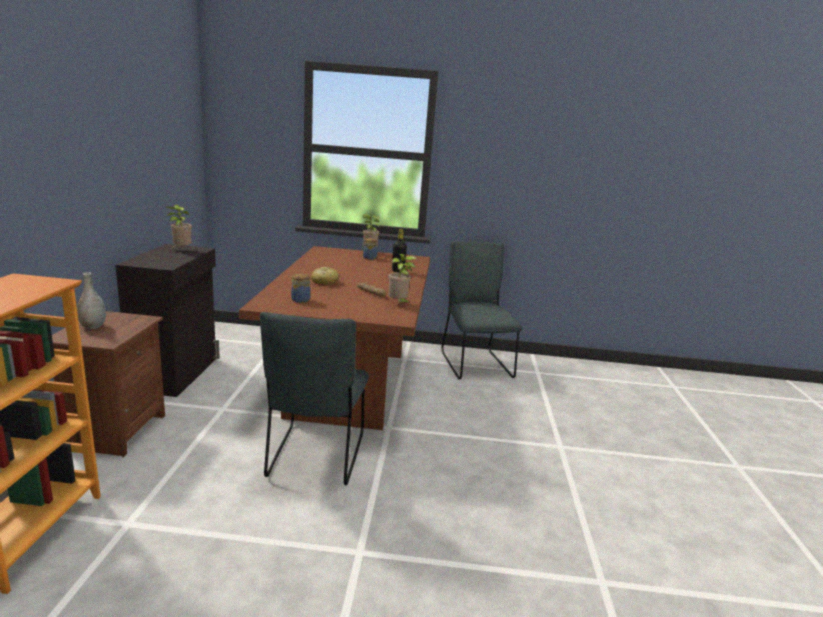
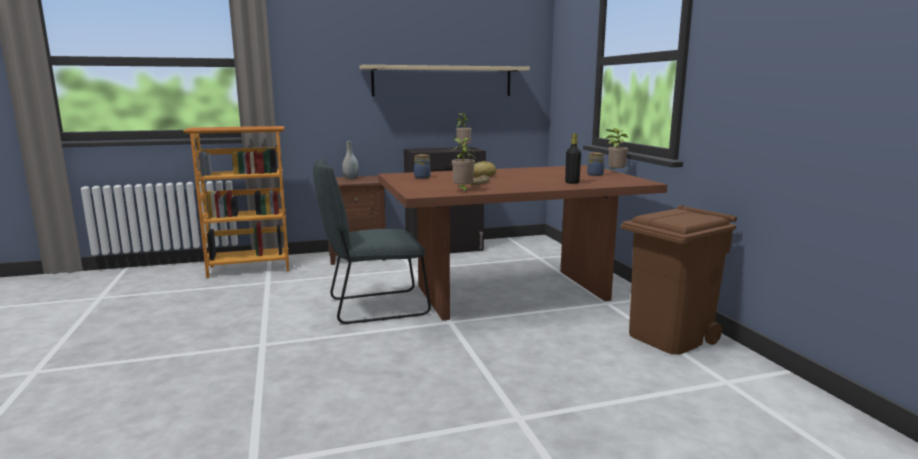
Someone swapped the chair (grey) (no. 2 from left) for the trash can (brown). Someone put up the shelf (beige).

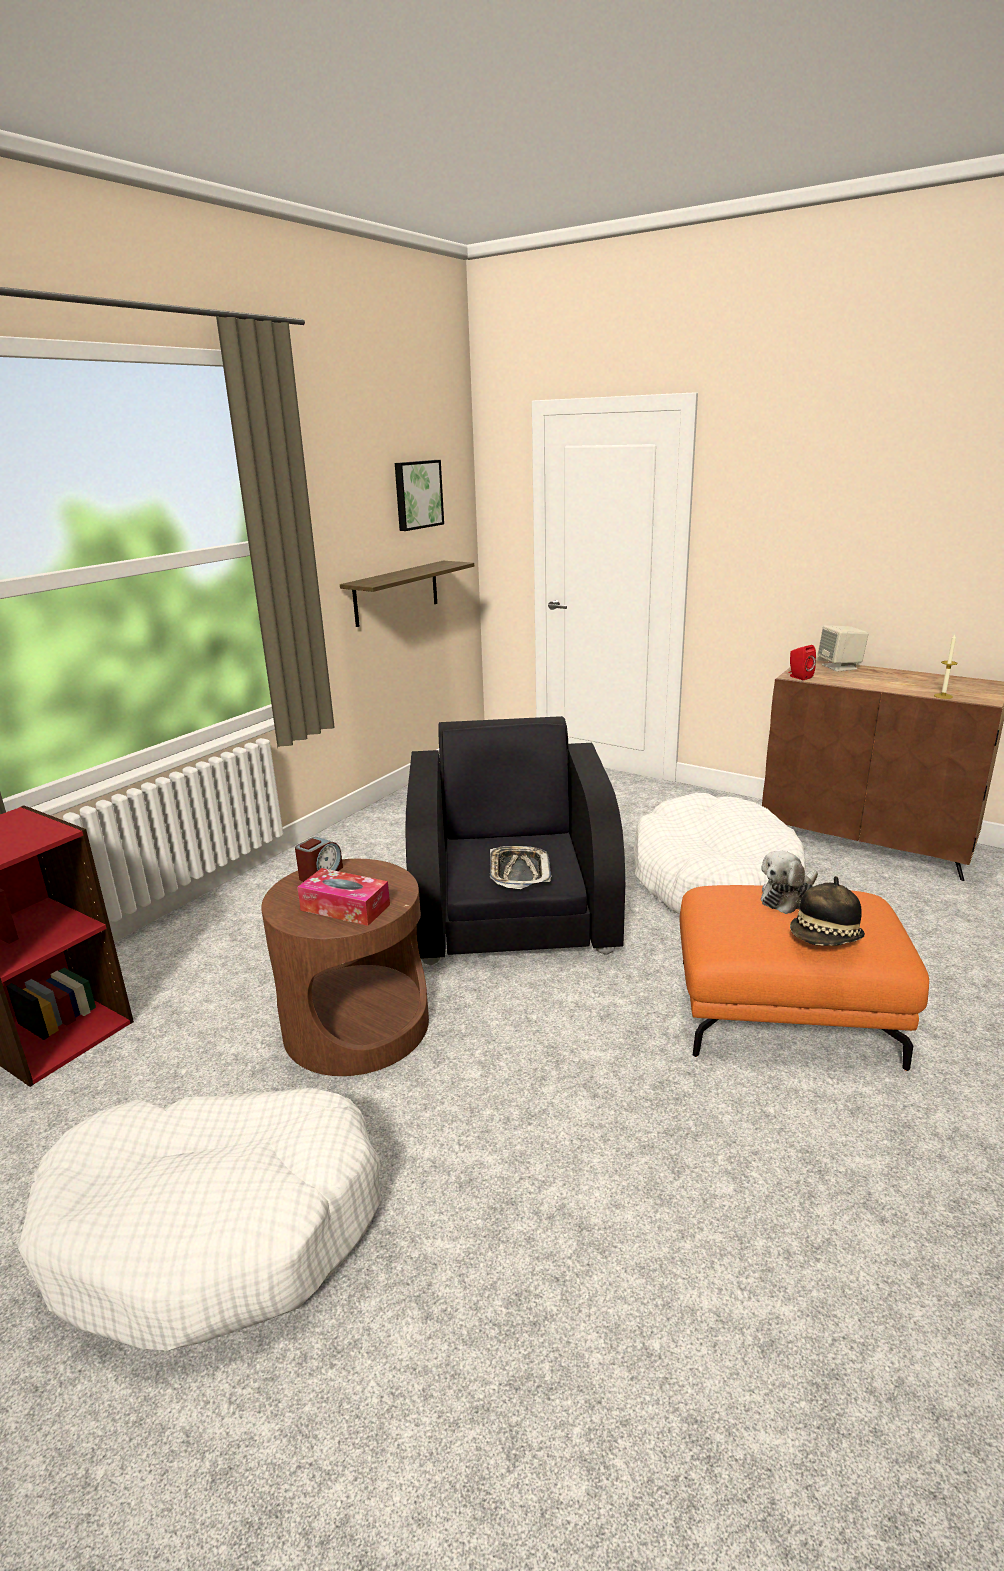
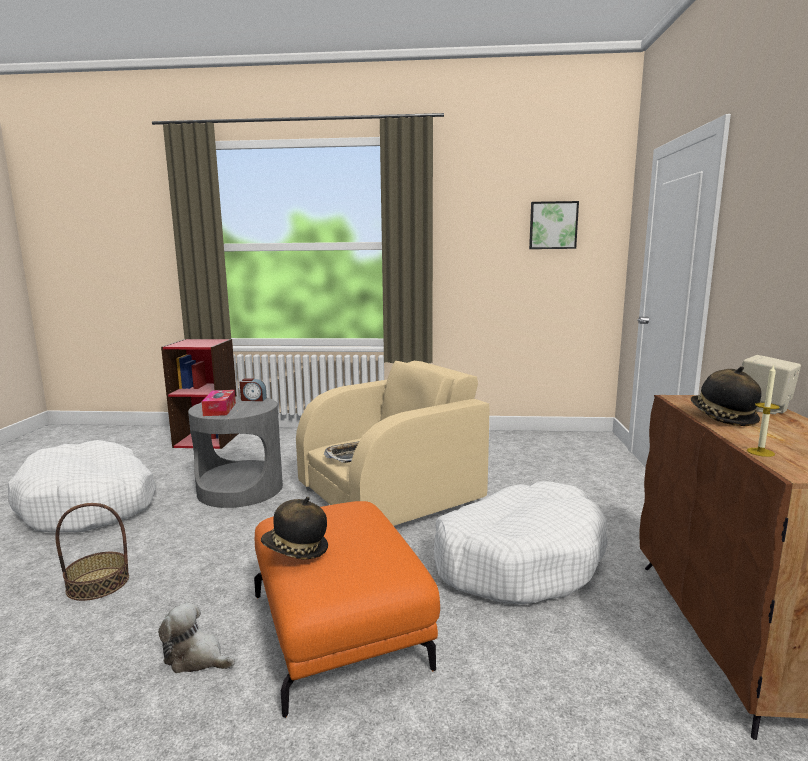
Someone repainted the side table (brown), which became the side table (grey). Someone took away the shelf. Someone repainted the armchair (black), which became the armchair (beige). Someone carried the plush toy. Someone took away the speaker (red). Someone put down the basket. Someone put down the hat (no. 2 from left).

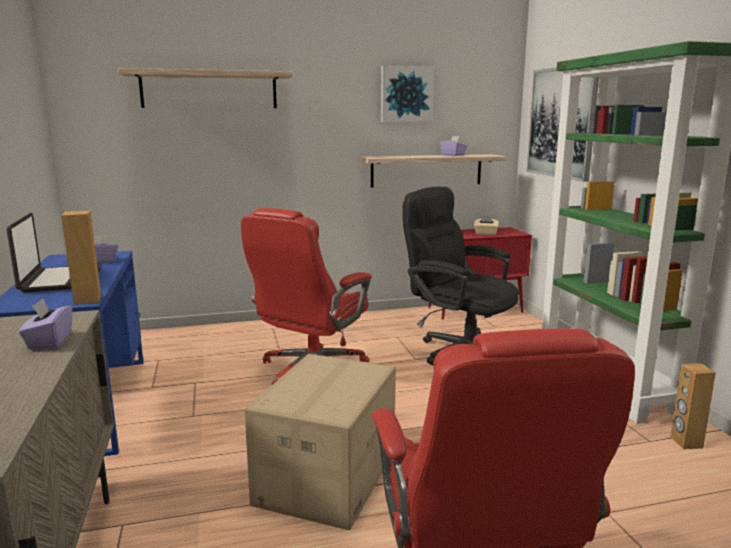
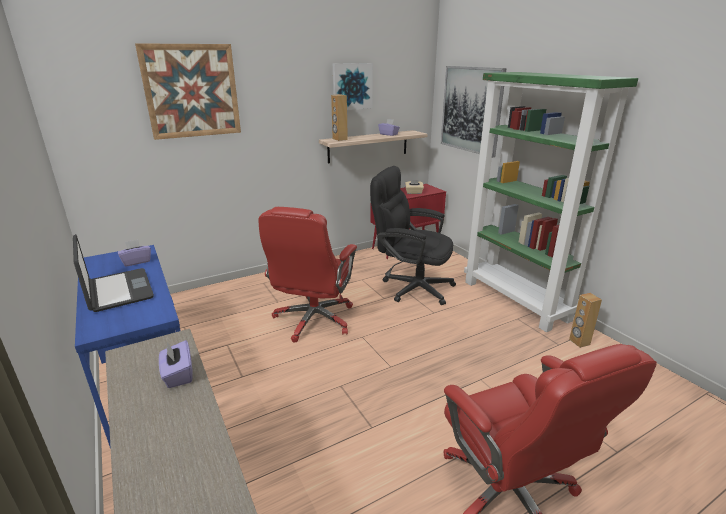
Someone carried the speaker (brown) (no. 1 from left). Someone swapped the shelf (no. 1 from left) for the picture (no. 1 from left). Someone took away the cardboard box.

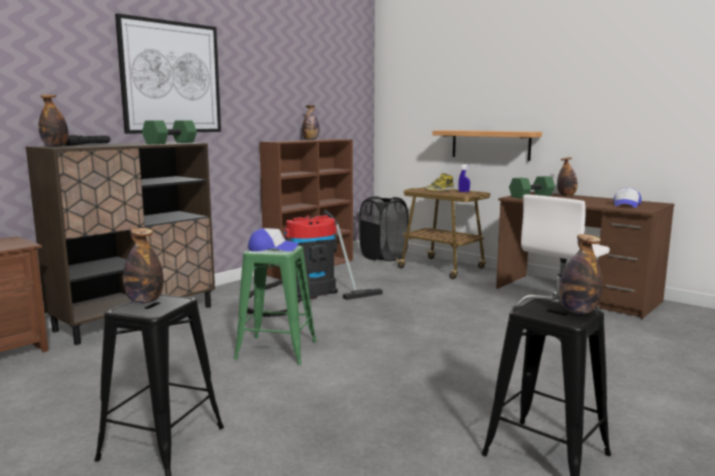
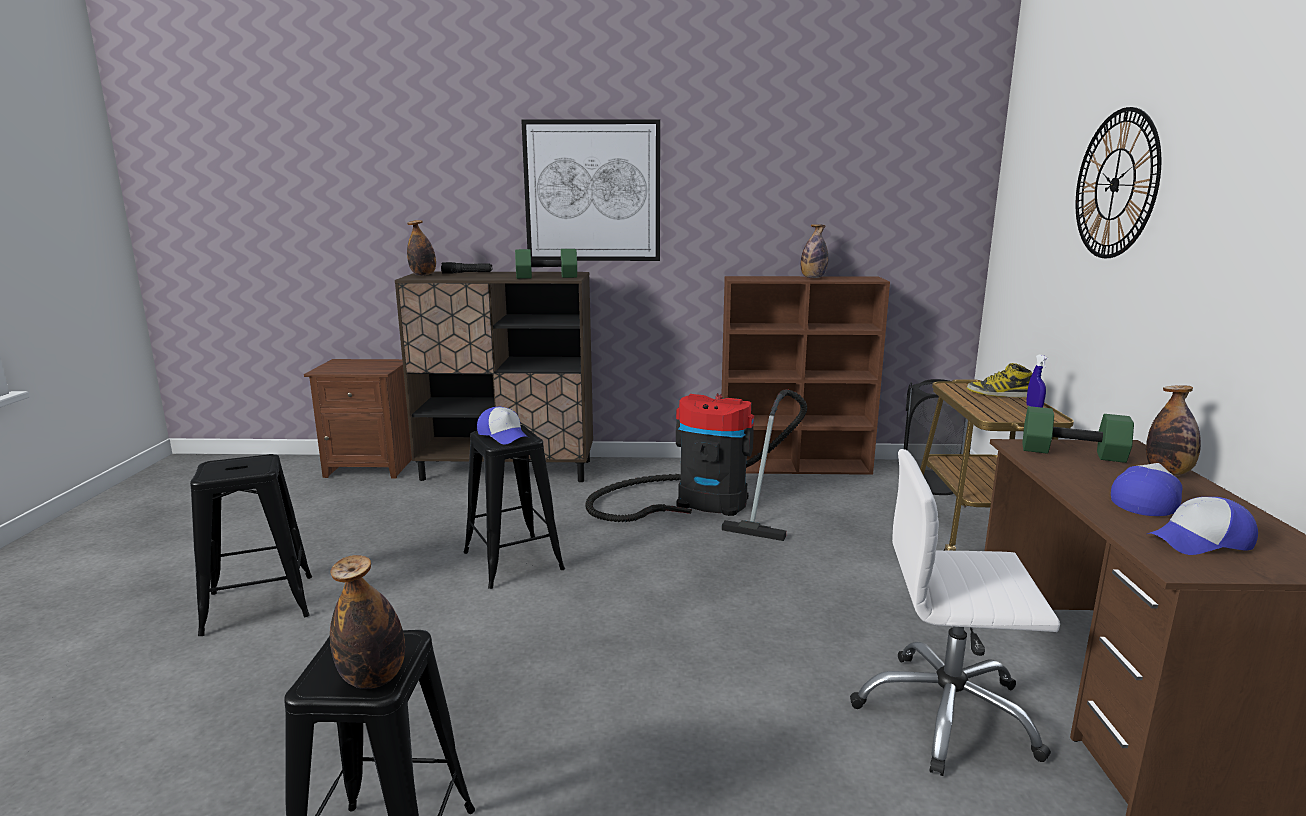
Someone took away the bottle (no. 2 from left). Someone repainted the stool (green), which became the stool (black) (no. 3 from left). Someone took away the shelf. Someone put up the wall clock. Someone put down the cap (no. 2 from left).

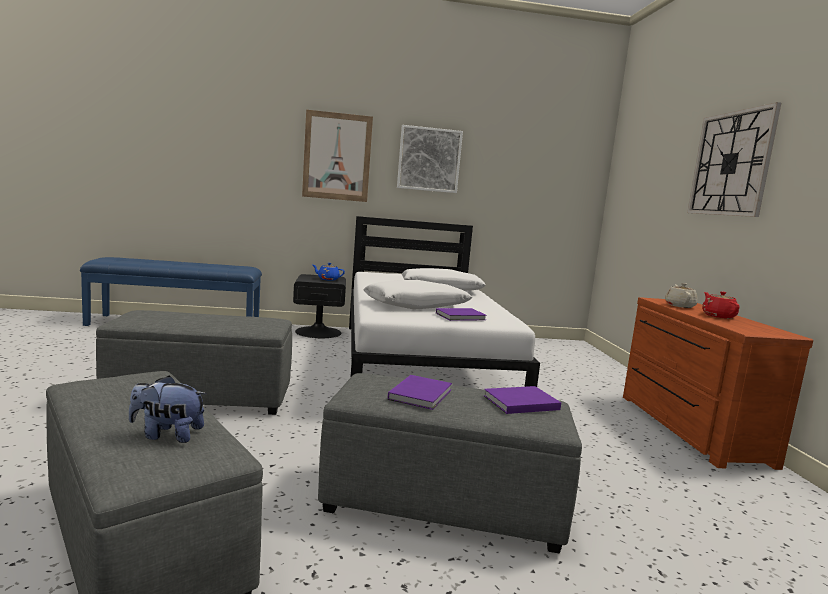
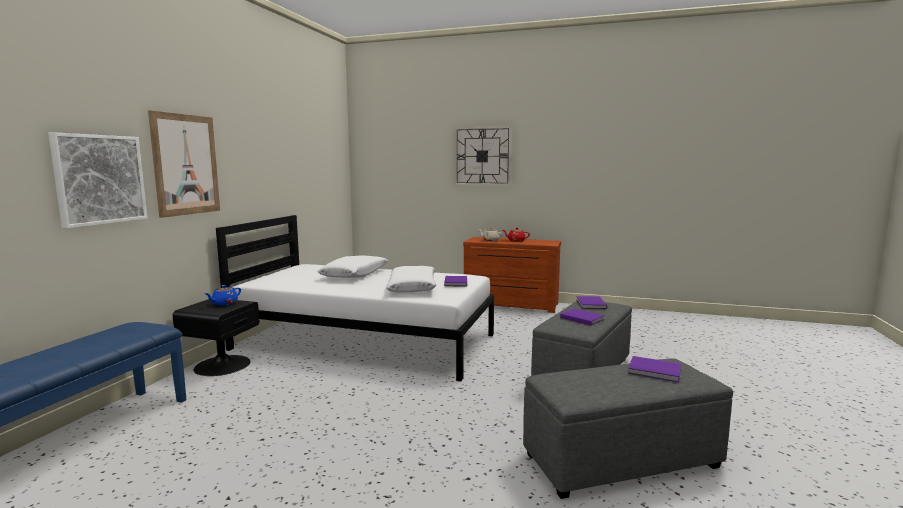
Someone took away the ottoman (grey) (no. 2 from left). Someone swapped the plush toy for the book (purple) (no. 4 from left). Someone carried the picture (no. 2 from left in the first image).

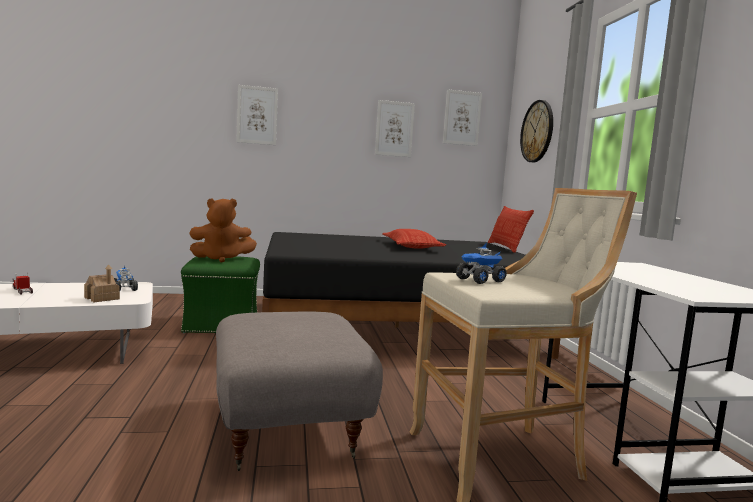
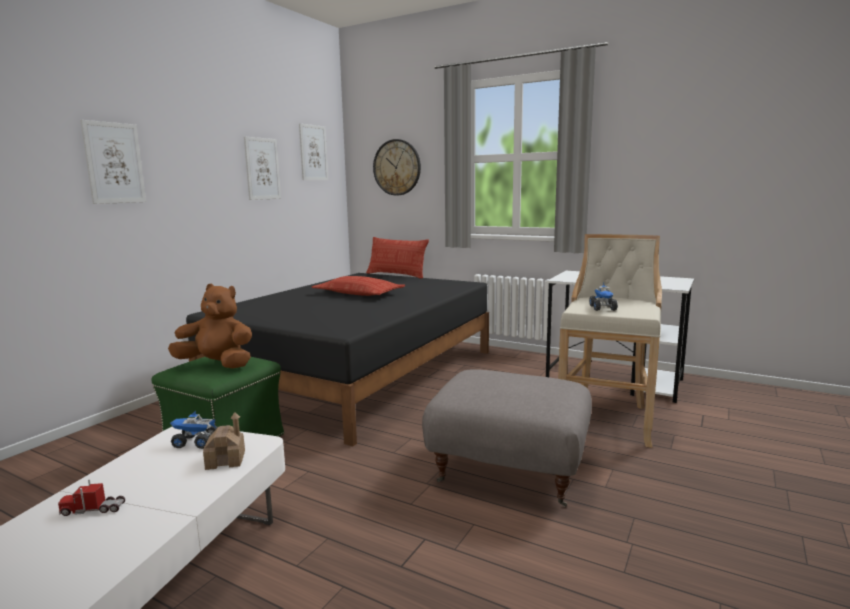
Someone rotated the plush toy (brown) by 105 degrees counterclockwise.

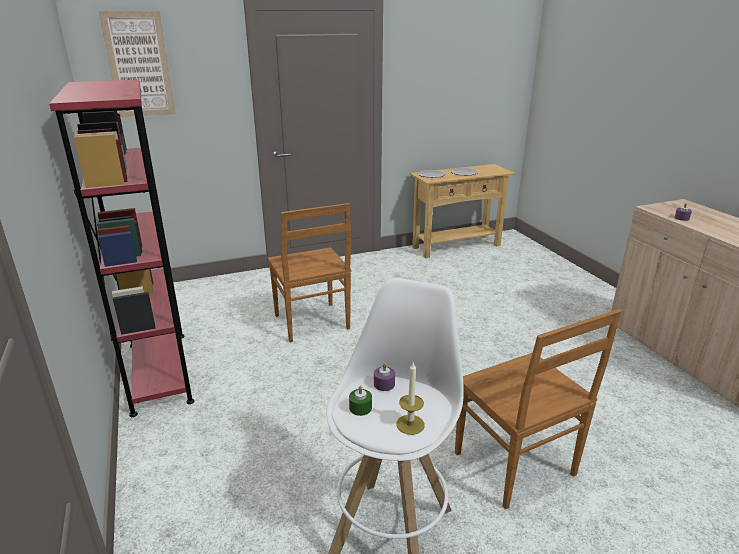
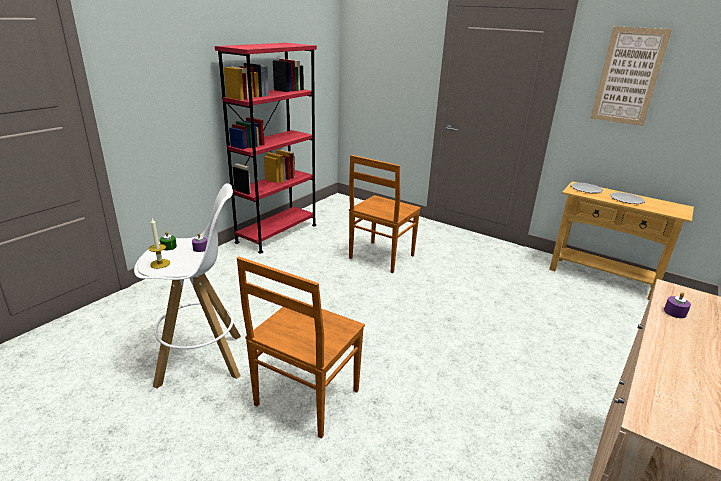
Someone carried the picture.

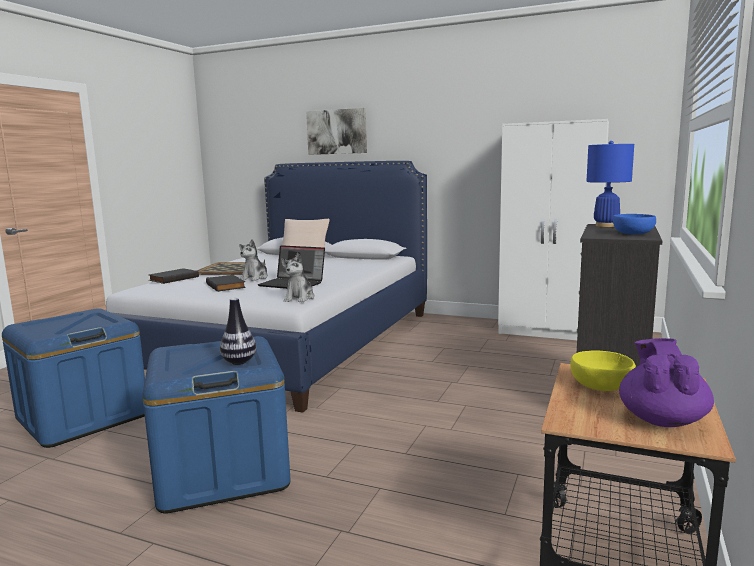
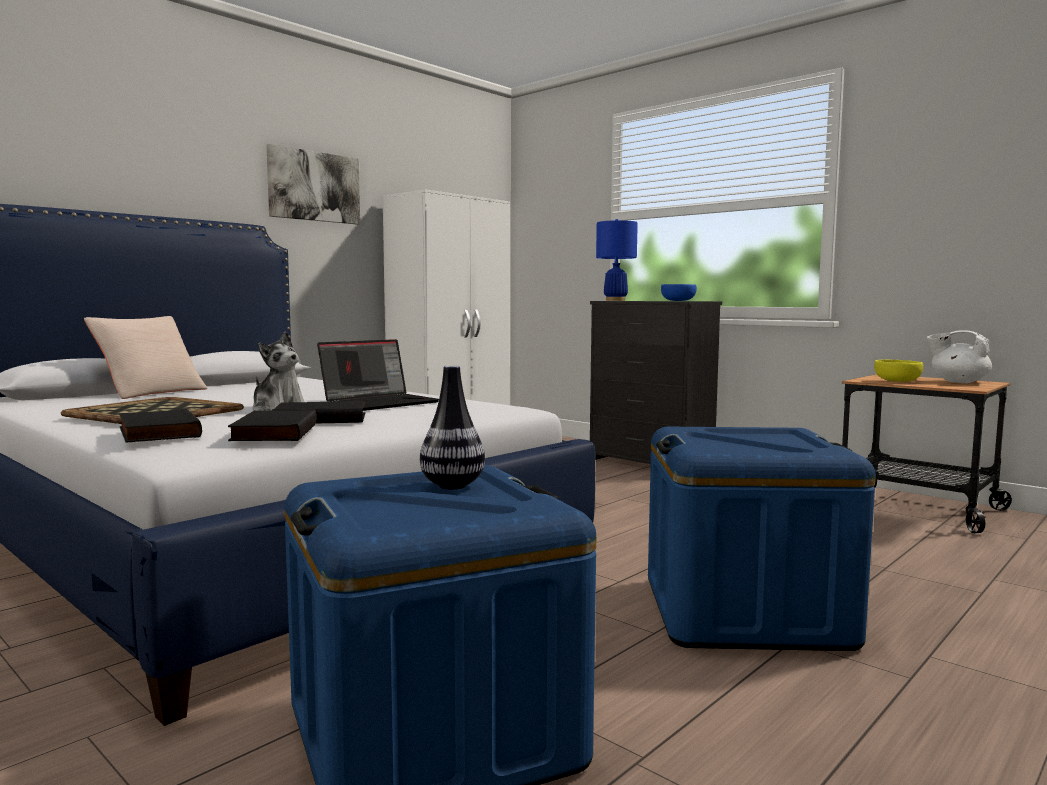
Someone carried the vase. Someone took away the plush toy (no. 2 from left). Someone carried the picture. Someone repainted the teapot (purple), which became the teapot (white). Someone put down the book (black) (no. 2 from left).

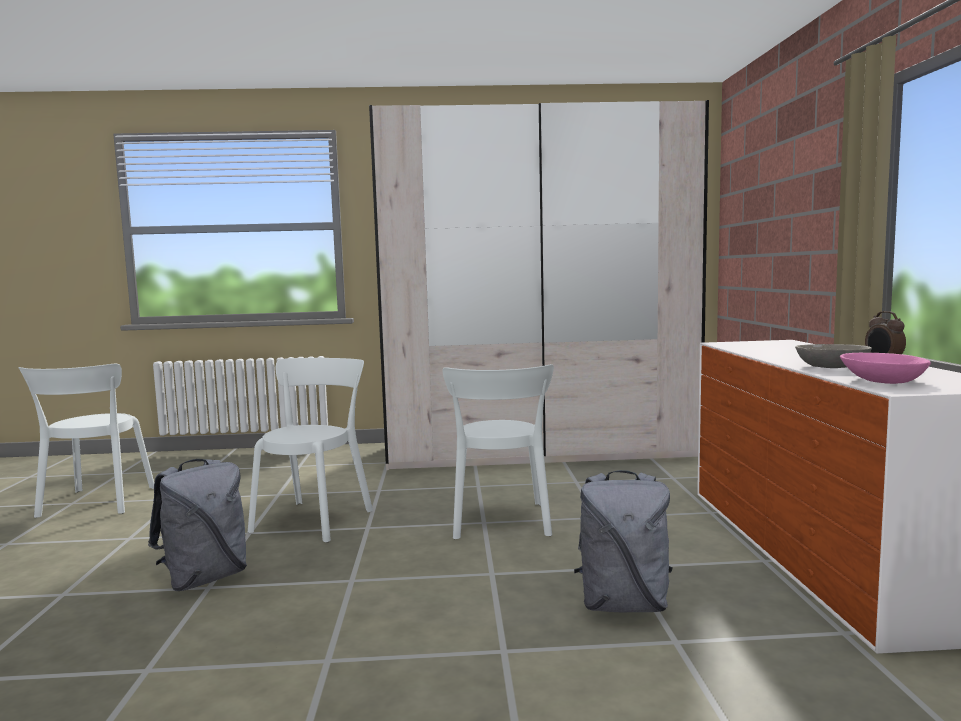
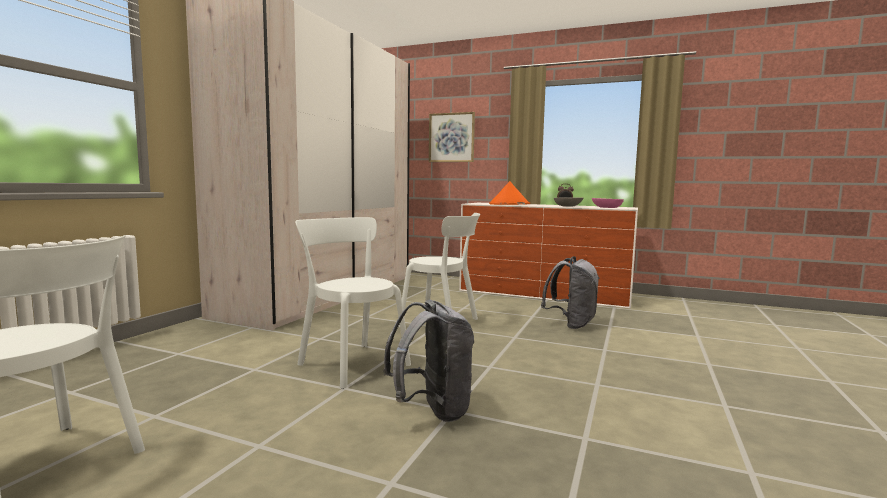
Someone put up the picture. Someone put down the hat (orange).

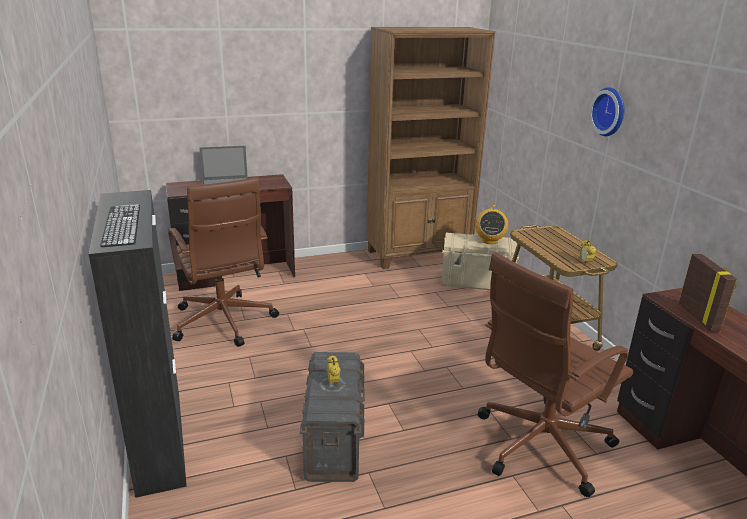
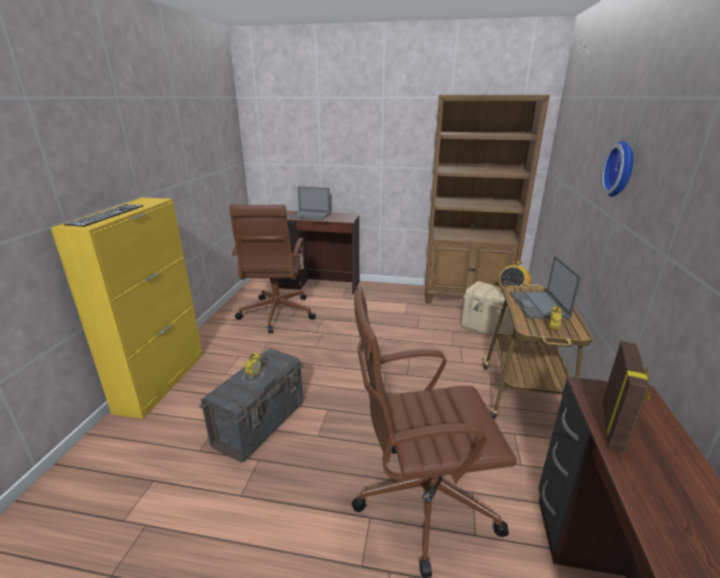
Someone repainted the cabinet (black), which became the cabinet (yellow). Someone put down the laptop (no. 2 from left).

